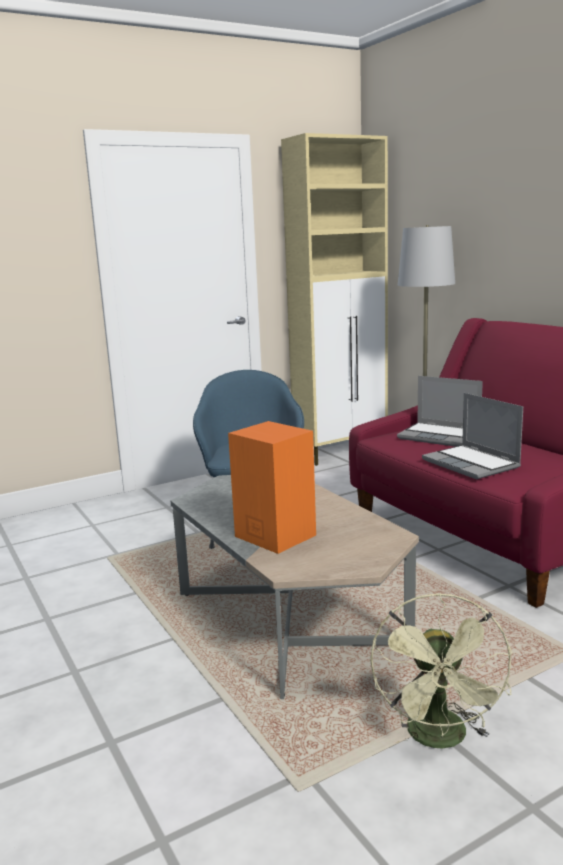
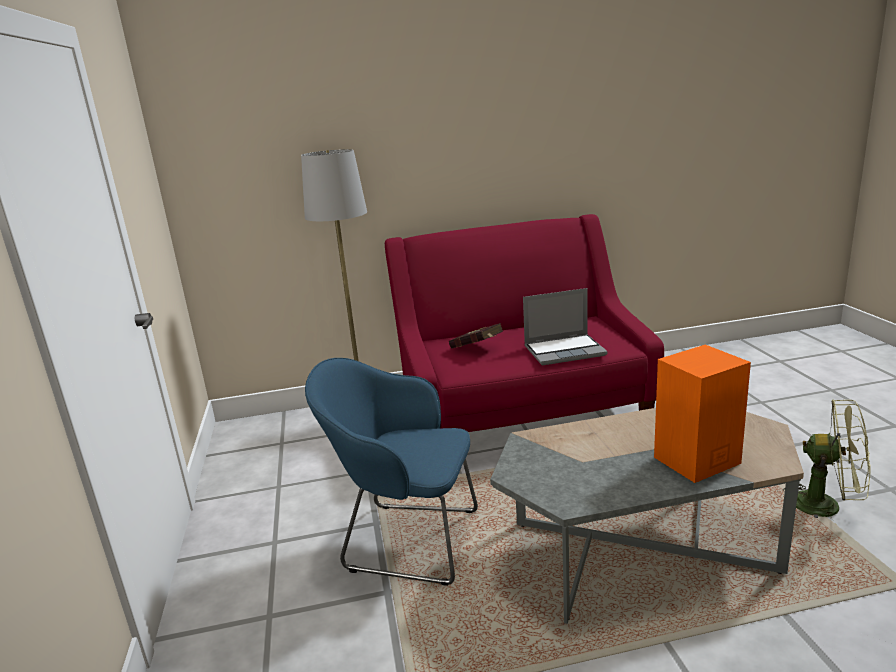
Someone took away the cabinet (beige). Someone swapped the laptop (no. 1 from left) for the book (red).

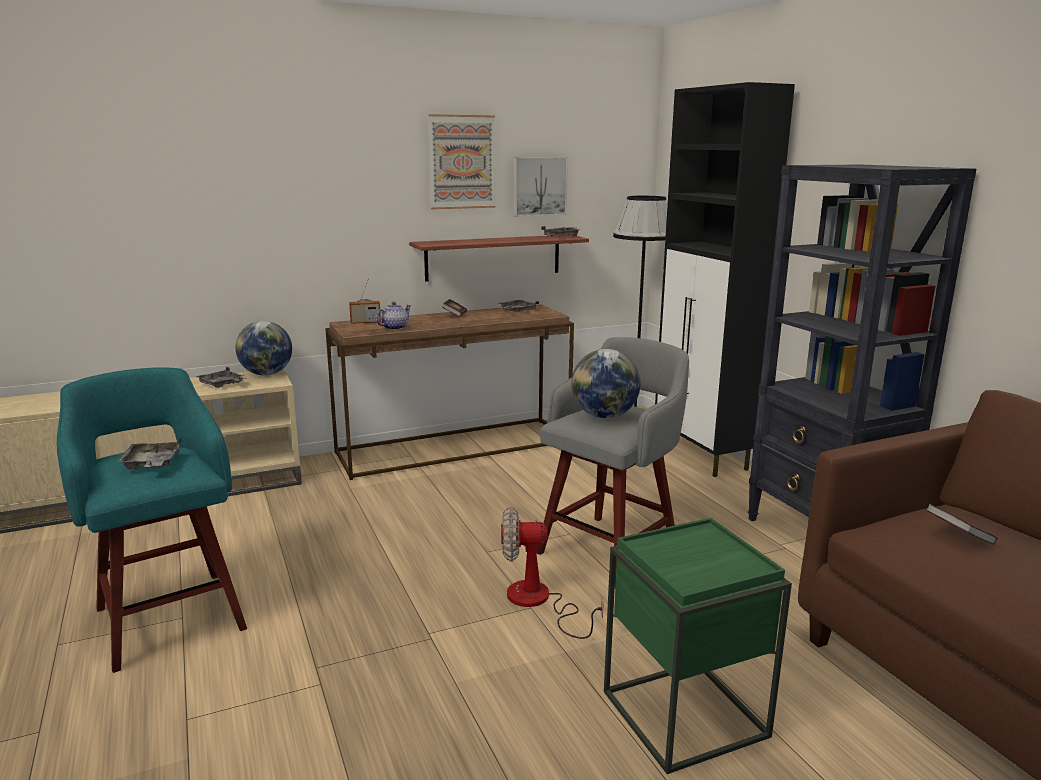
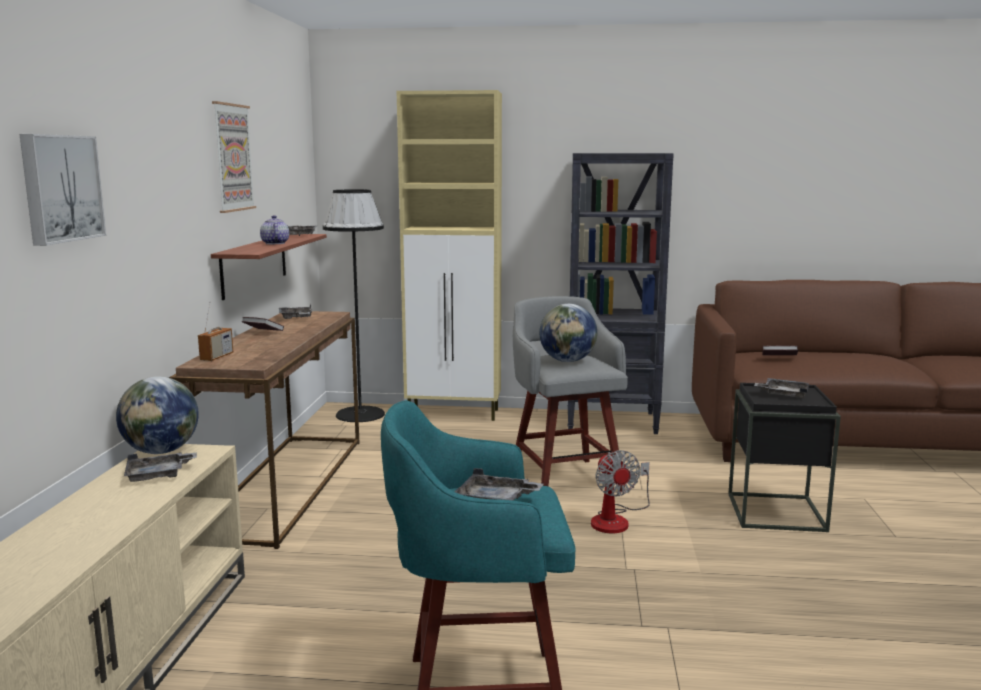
Someone carried the teapot. Someone rotated the fan by 45 degrees counterclockwise. Someone carried the picture (no. 2 from left in the first image). Someone repainted the side table (green), which became the side table (black). Someone repainted the cabinet (black), which became the cabinet (beige). Someone put down the tray (grey) (no. 5 from left).

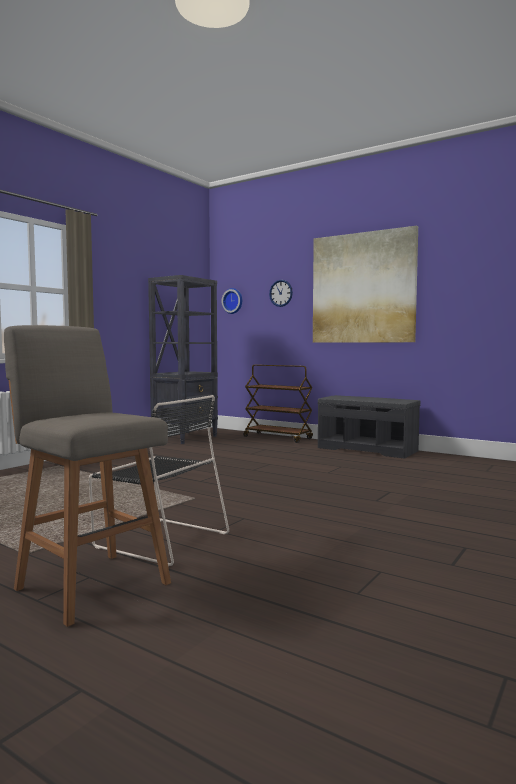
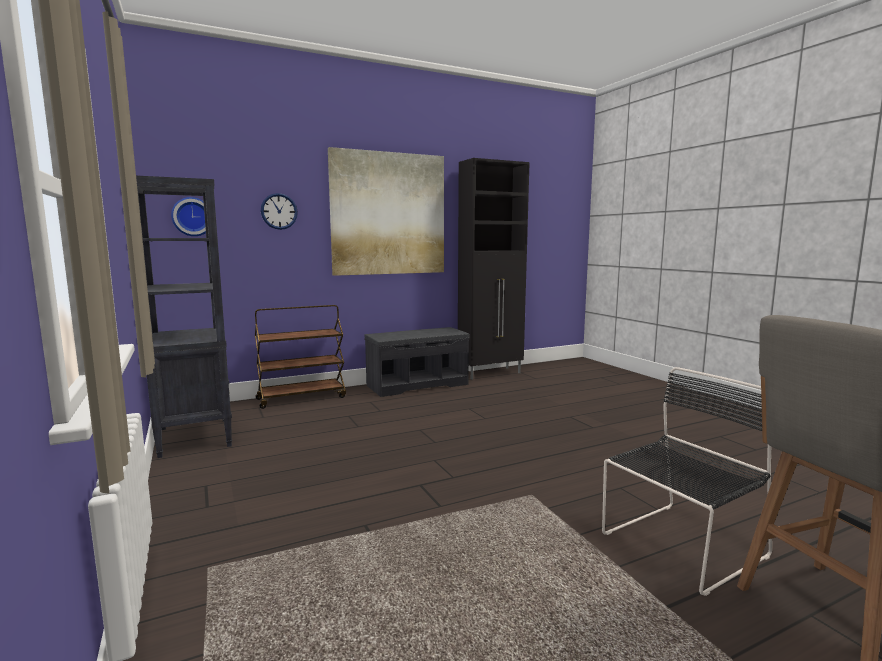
Someone put down the cabinet (black).

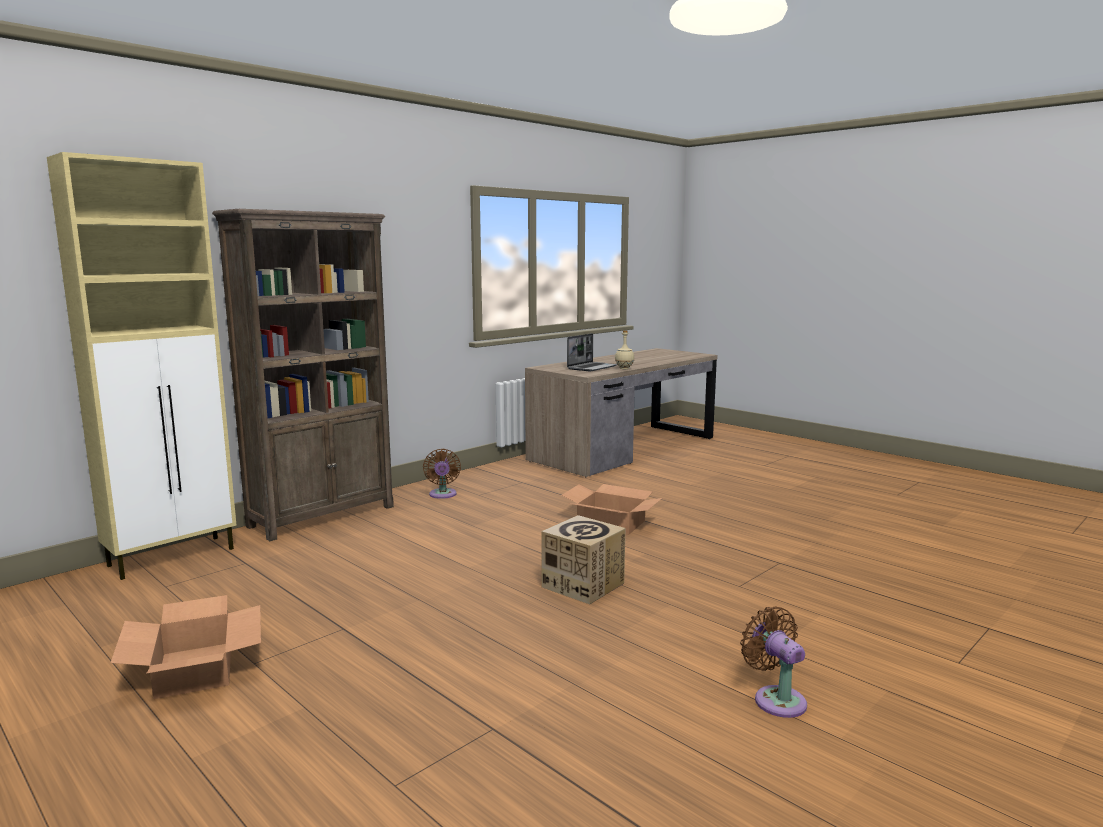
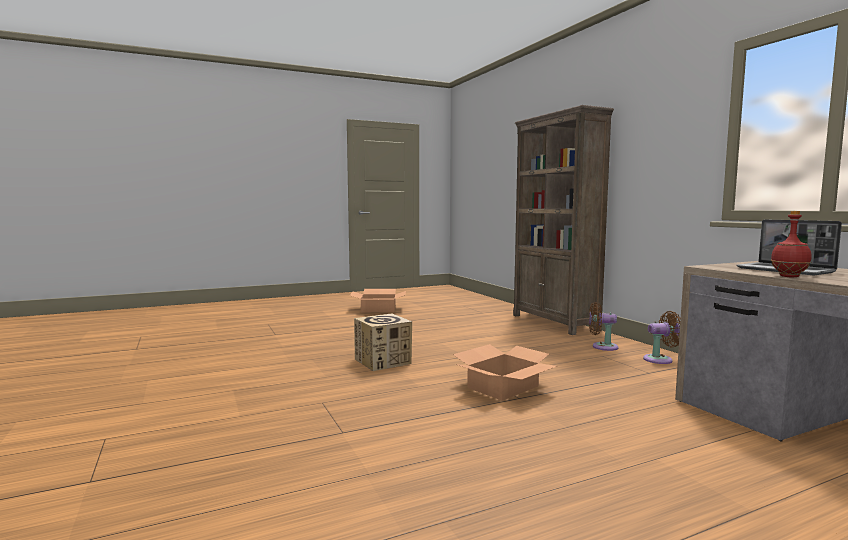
Someone took away the cabinet (beige). Someone repainted the bottle (beige), which became the bottle (red). Someone carried the fan (brown) (no. 2 from left).

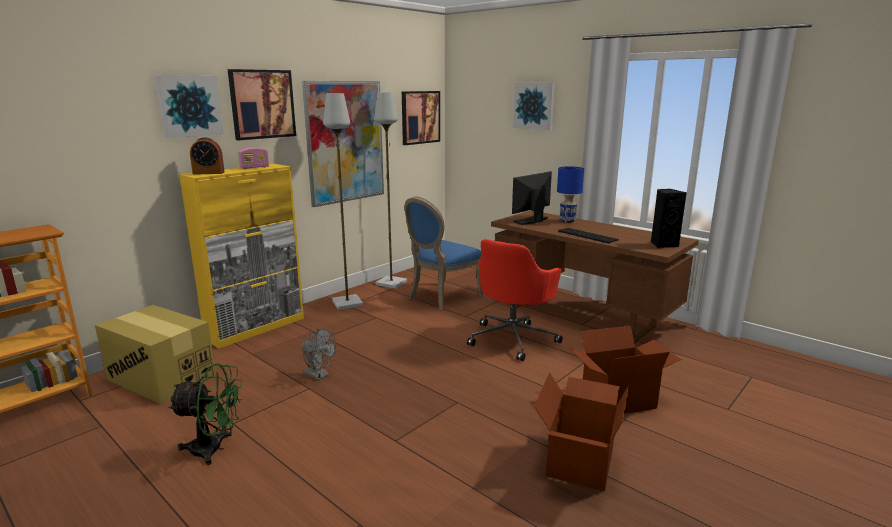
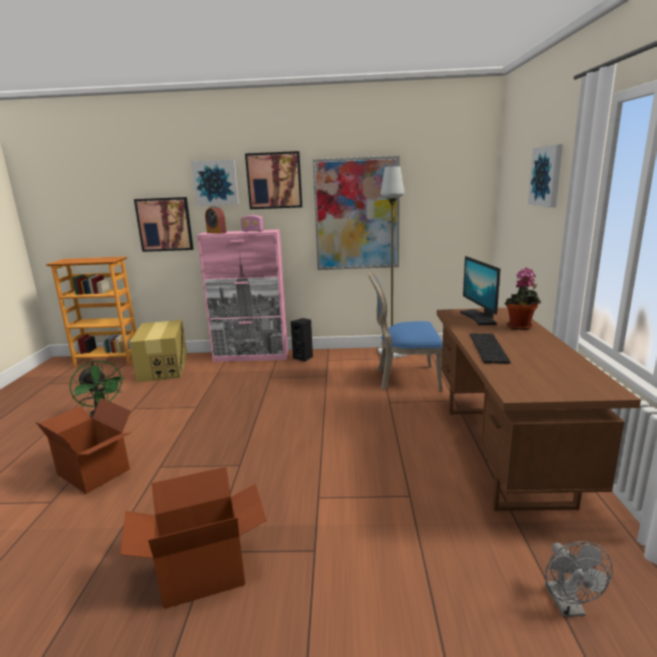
Someone repainted the cabinet (yellow), which became the cabinet (pink). Someone carried the fan (grey). Someone took away the floor lamp (grey) (no. 1 from left). Someone carried the picture (no. 4 from left in the first image). Someone took away the office chair (red). Someone rotated the monitor by 105 degrees counterclockwise. Someone swapped the table lamp (blue) for the potted plant. Someone carried the cardboard box (no. 3 from left in the first image). Someone carried the speaker (black).

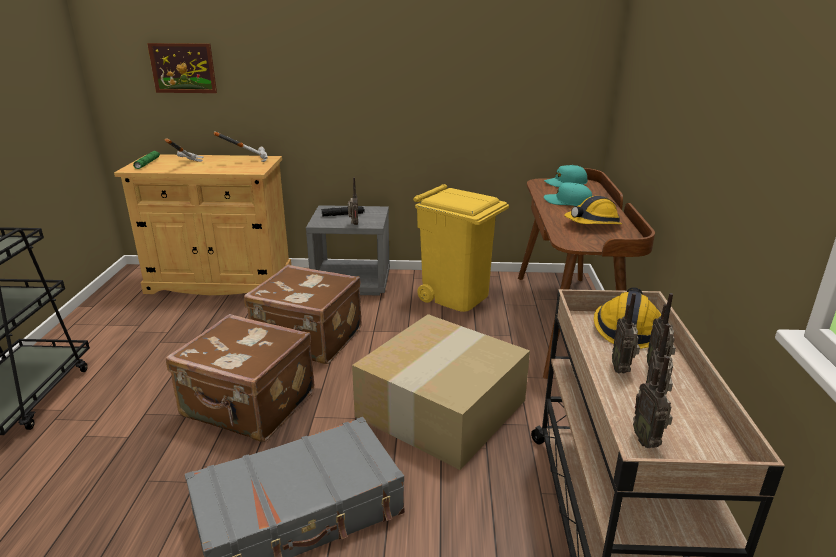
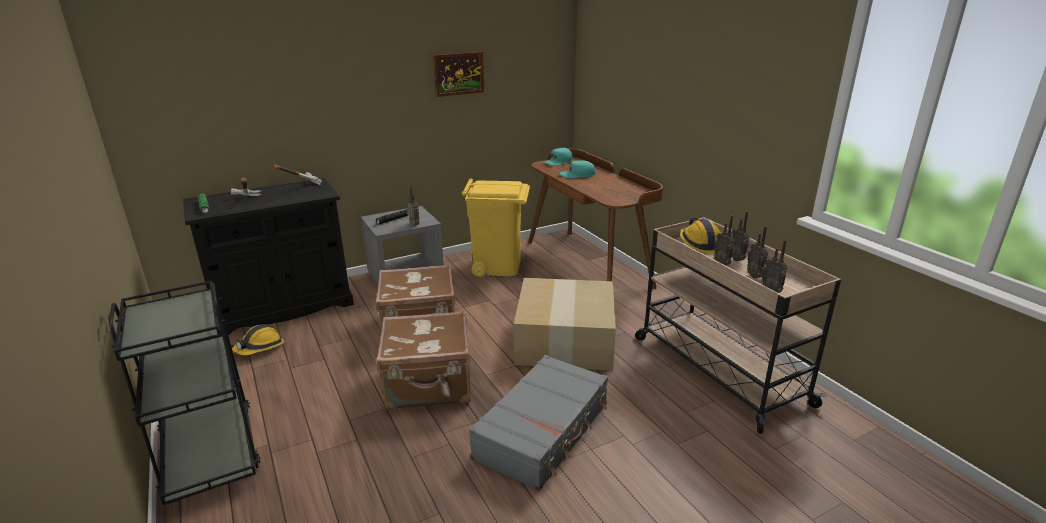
Someone repainted the cabinet (beige), which became the cabinet (black). Someone carried the picture. Someone carried the hard hat (no. 1 from left).

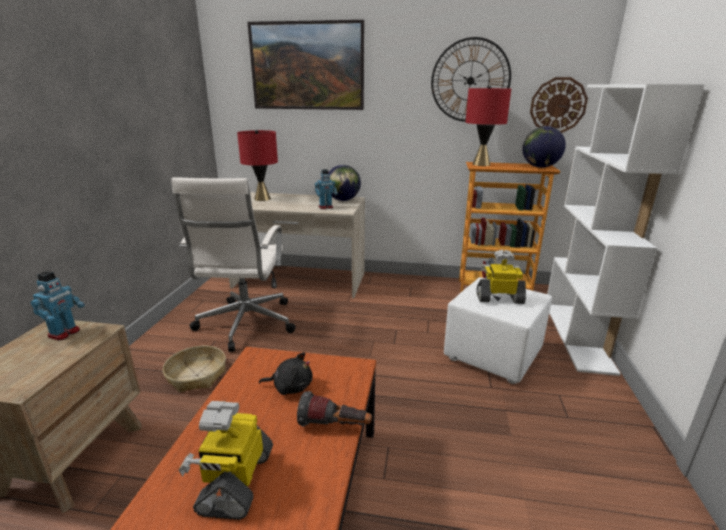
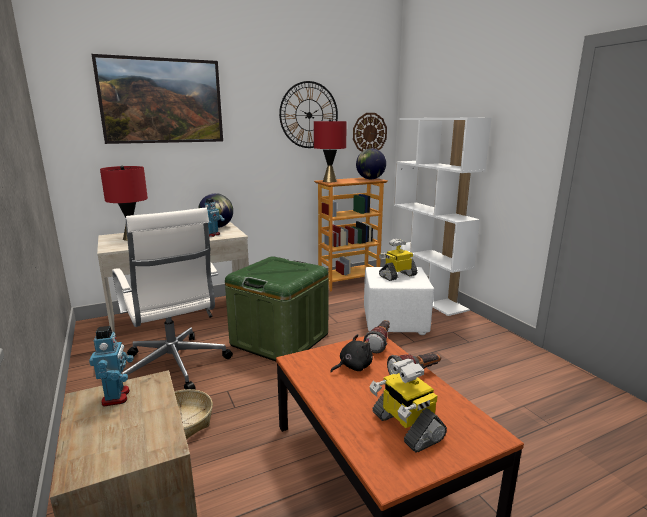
Someone put down the storage box (green). Someone put down the flashlight (no. 1 from left).

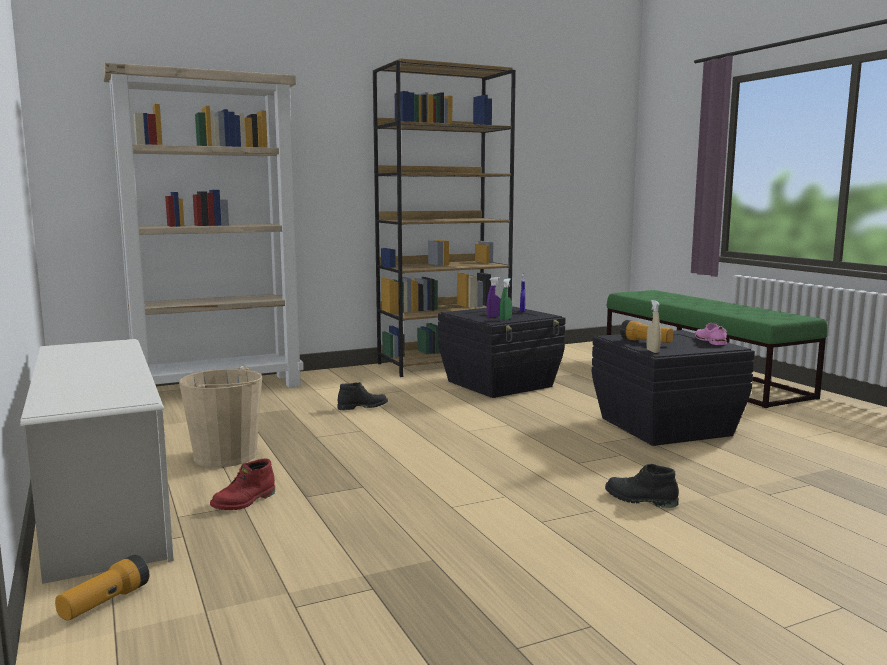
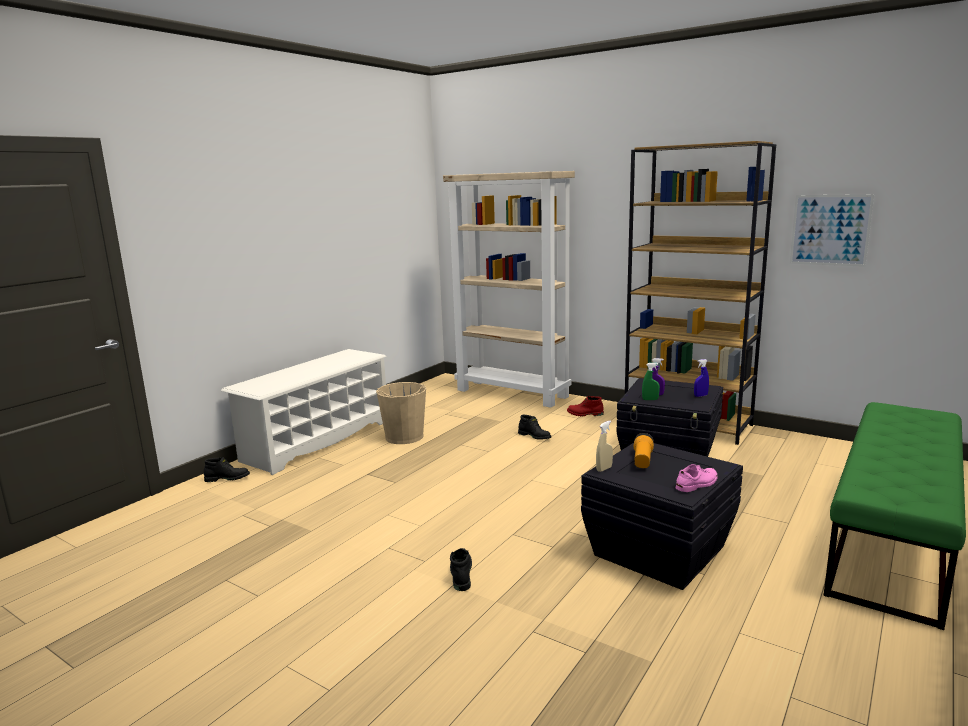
Someone swapped the flashlight (no. 1 from left) for the boot (black) (no. 1 from left). Someone carried the boot (red). Someone put up the picture.

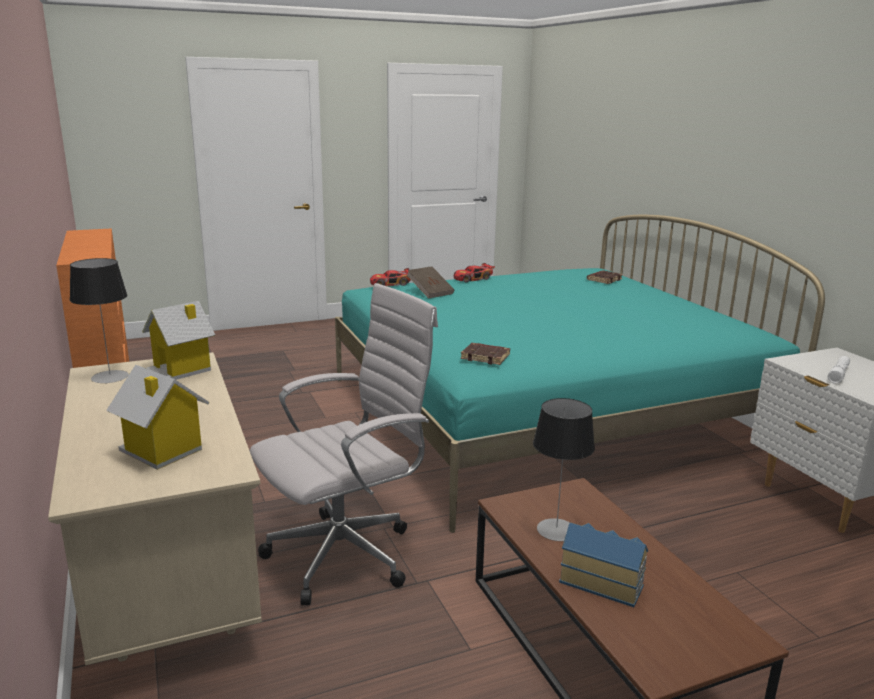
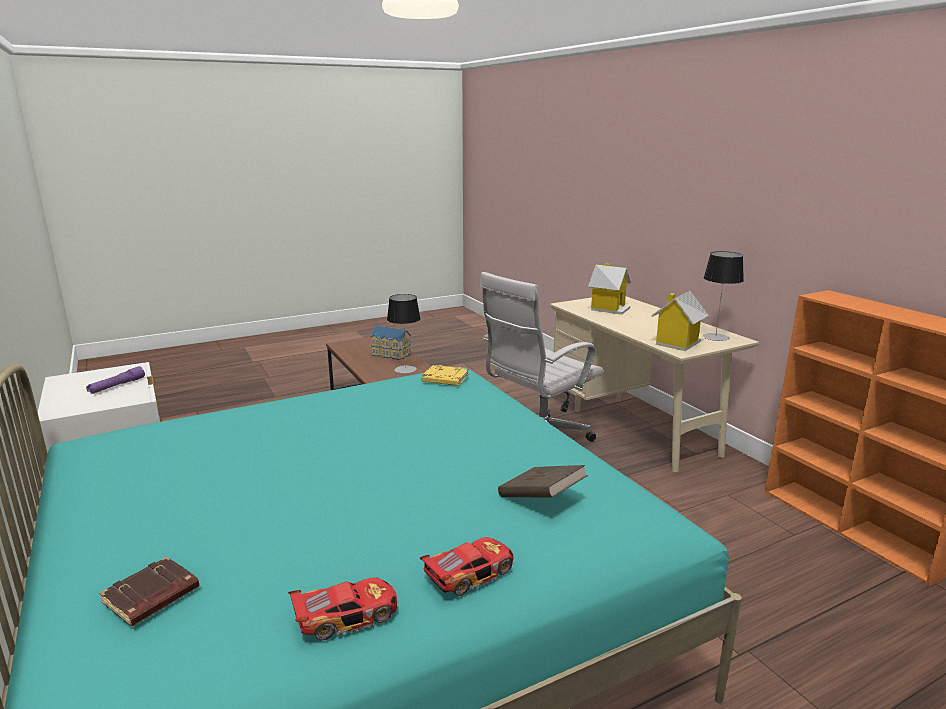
Someone carried the toy car (no. 1 from left). Someone repainted the book (brown) (no. 2 from left), which became the book (yellow). Someone repainted the flashlight (white), which became the flashlight (purple).

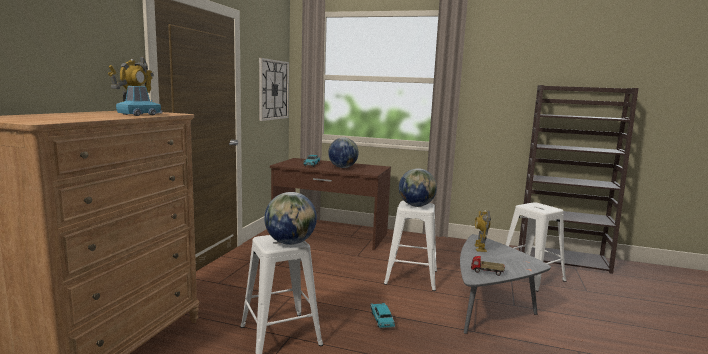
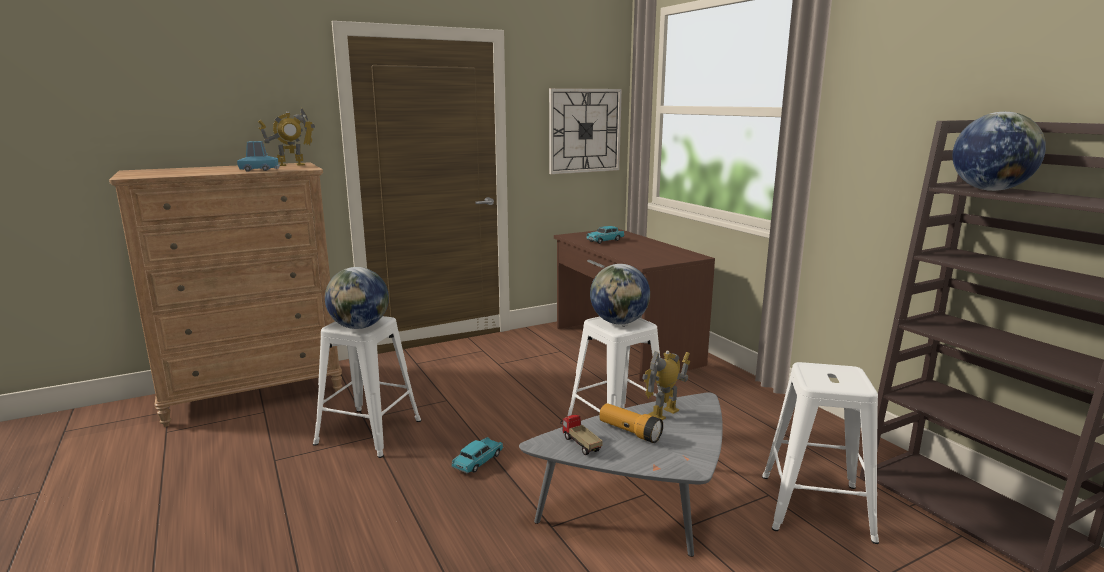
Someone carried the globe (no. 2 from left in the first image). Someone put down the flashlight.

